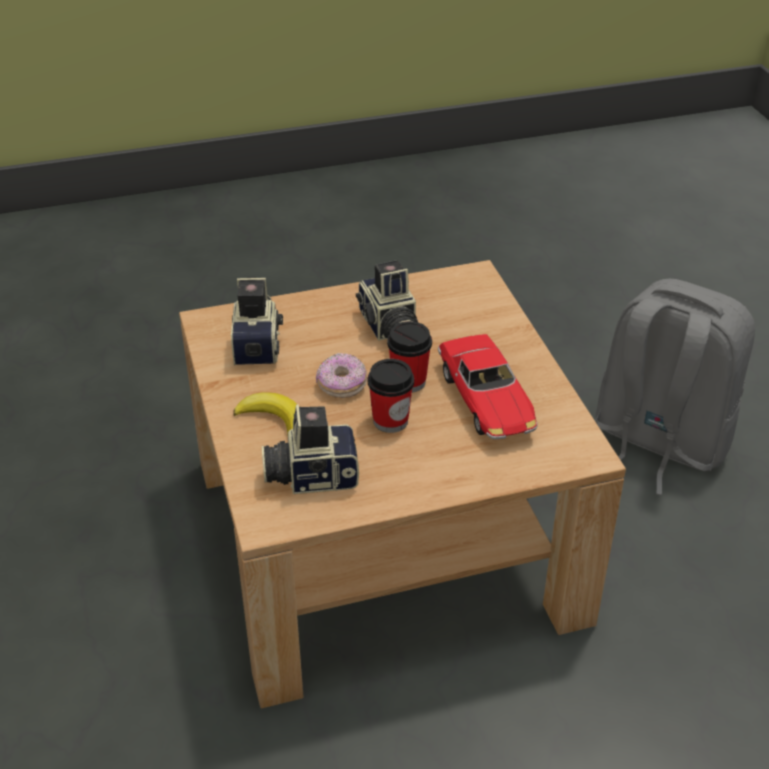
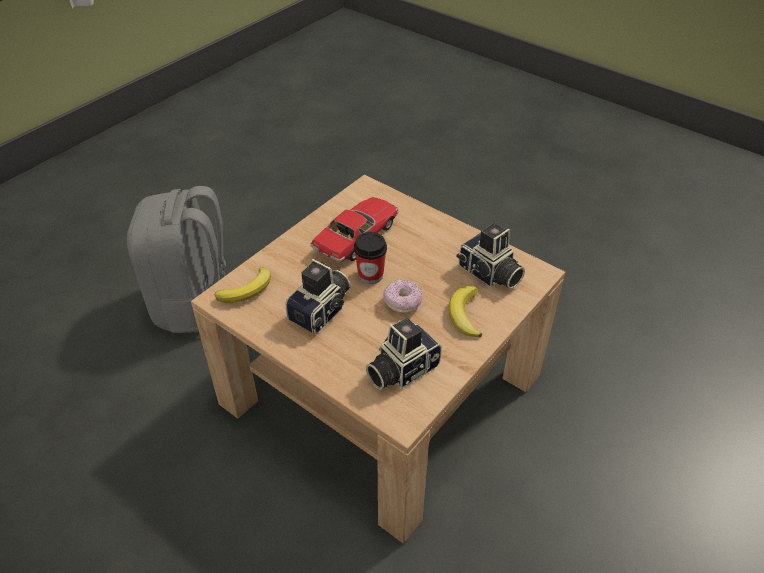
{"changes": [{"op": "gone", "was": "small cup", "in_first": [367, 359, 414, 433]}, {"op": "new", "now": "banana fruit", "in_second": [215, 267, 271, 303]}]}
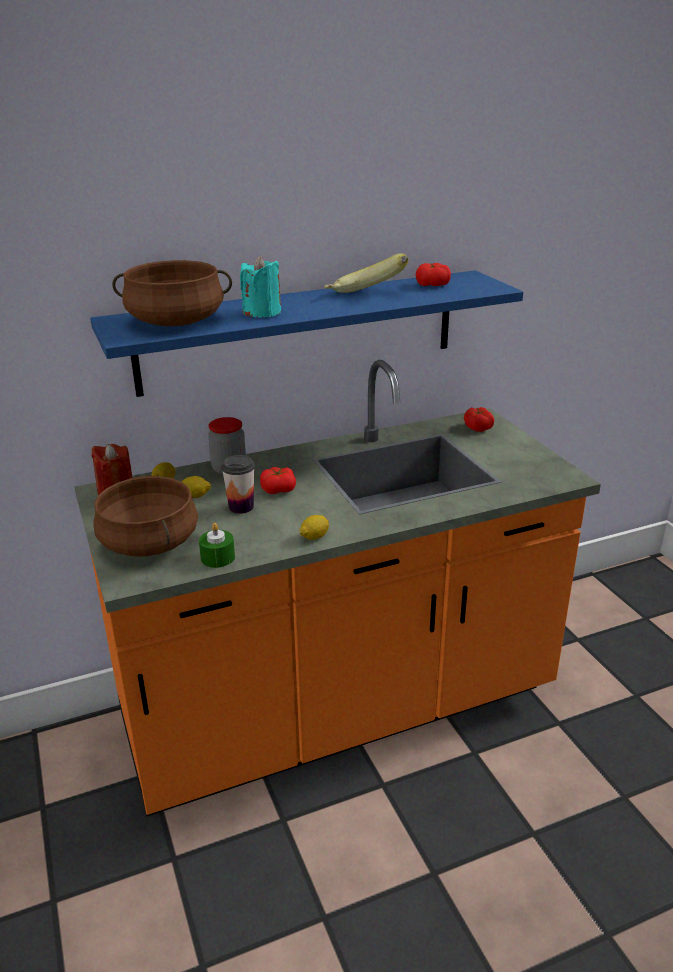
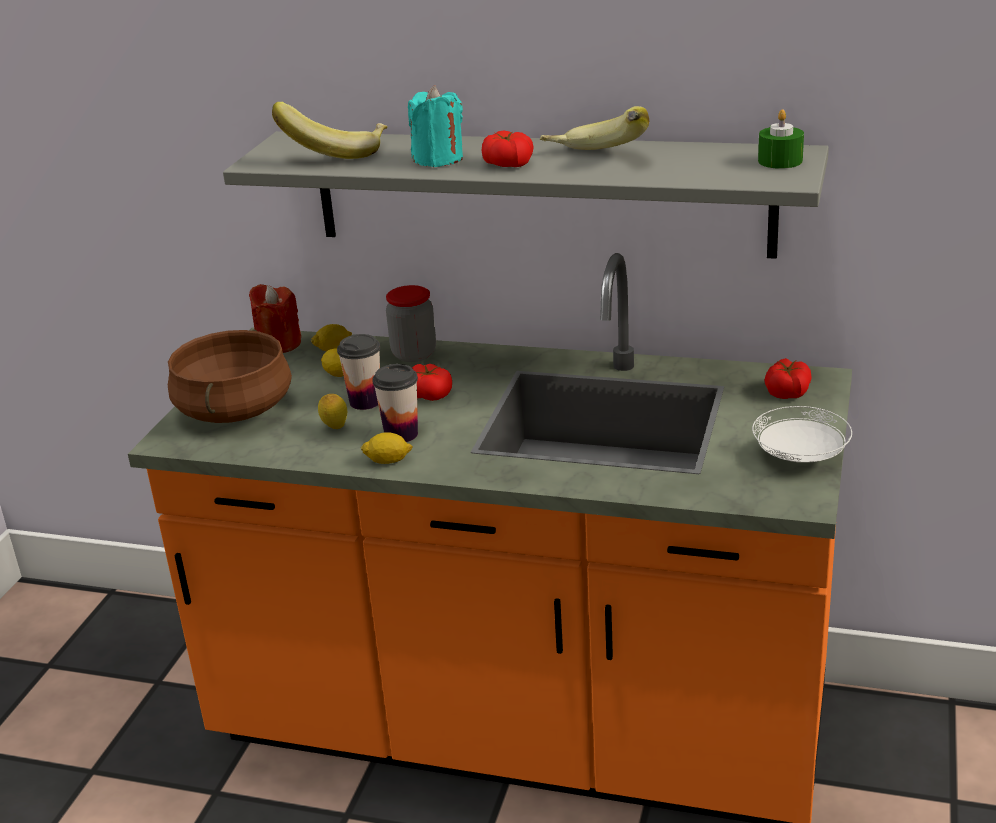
{"changes": [{"op": "repainted", "was": "bluish shelf", "now": "gray shelf", "in_first": [90, 270, 523, 397], "in_second": [223, 131, 829, 259]}, {"op": "swapped", "was": "brown cooking pot", "now": "banana fruit", "in_first": [112, 260, 232, 326], "in_second": [272, 102, 388, 159]}, {"op": "shifted", "was": "greenish candle", "in_first": [199, 523, 235, 568], "in_second": [758, 109, 804, 169]}, {"op": "shifted", "was": "fresh tomato", "in_first": [416, 263, 451, 286], "in_second": [482, 131, 534, 167]}, {"op": "new", "now": "lemon", "in_second": [318, 394, 347, 429]}, {"op": "new", "now": "small cup", "in_second": [372, 364, 418, 442]}, {"op": "new", "now": "white flat dish", "in_second": [752, 406, 852, 463]}]}
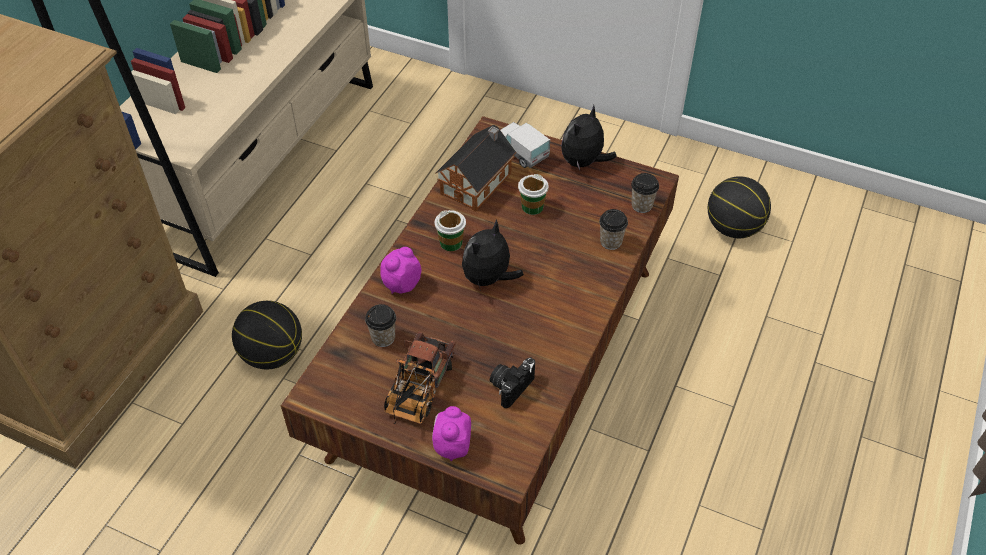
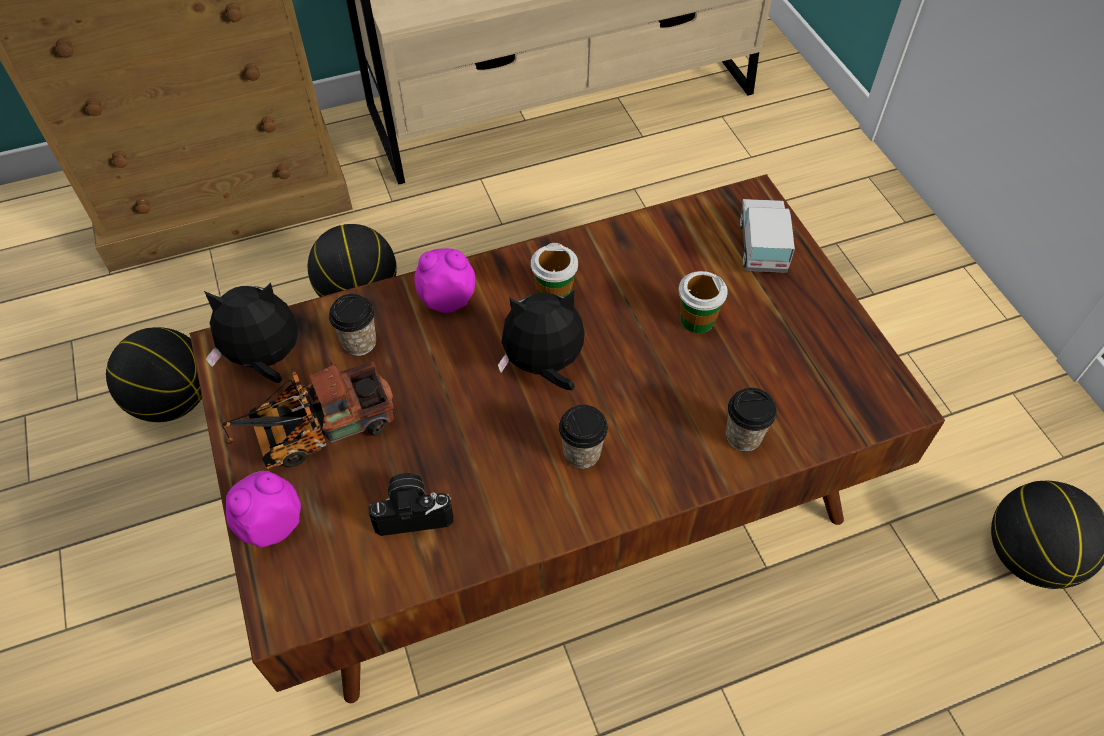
{"changes": [{"op": "gone", "was": "miniature house", "in_first": [435, 125, 516, 211]}, {"op": "shifted", "was": "plush toy", "in_first": [561, 105, 617, 170], "in_second": [204, 283, 298, 383]}, {"op": "shifted", "was": "small cup", "in_first": [631, 173, 659, 213], "in_second": [559, 405, 608, 469]}, {"op": "new", "now": "basketball", "in_second": [106, 327, 202, 422]}]}
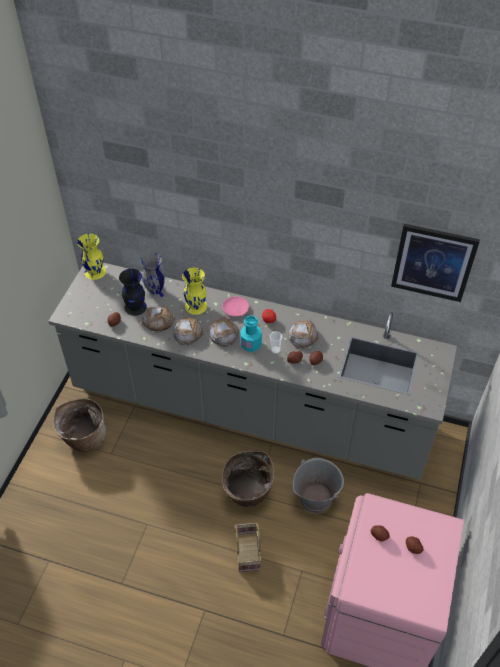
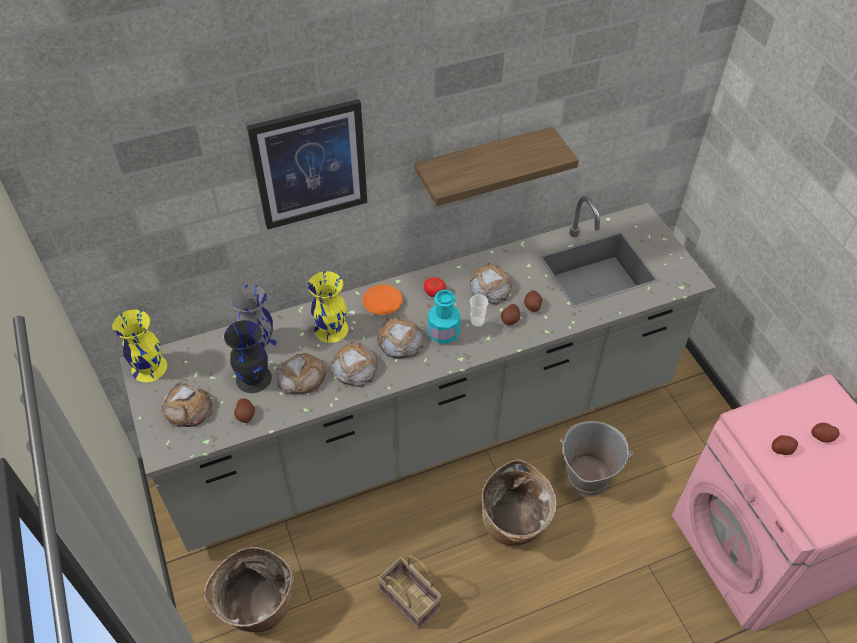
{"changes": [{"op": "repainted", "was": "pink-coloured flat dish", "now": "orange flat dish", "in_first": [222, 296, 249, 317], "in_second": [362, 285, 403, 315]}, {"op": "shifted", "was": "household basket", "in_first": [235, 523, 261, 572], "in_second": [378, 555, 442, 629]}, {"op": "shifted", "was": "wall picture", "in_first": [391, 224, 480, 302], "in_second": [247, 99, 367, 230]}, {"op": "new", "now": "bread", "in_second": [162, 381, 212, 427]}, {"op": "new", "now": "shelf", "in_second": [414, 126, 579, 206]}]}
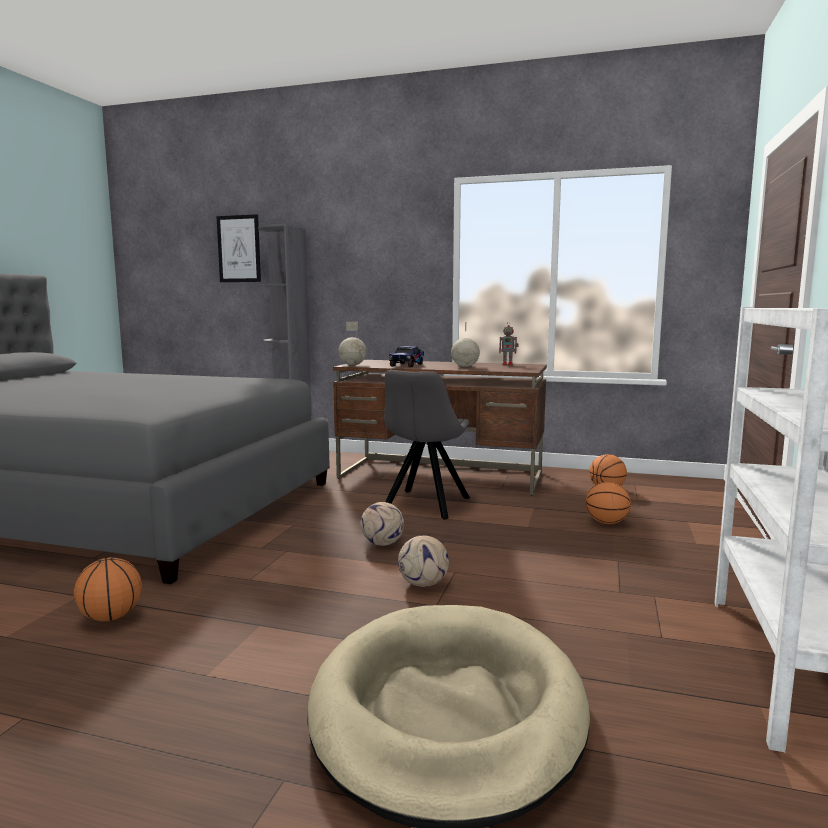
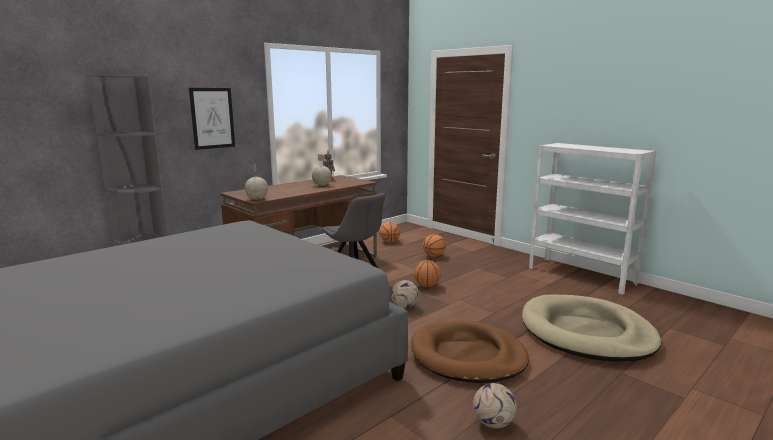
{"changes": [{"op": "shifted", "was": "basketball", "in_first": [74, 557, 142, 621], "in_second": [414, 260, 441, 287]}, {"op": "shifted", "was": "wall picture", "in_first": [216, 214, 261, 282], "in_second": [189, 88, 235, 150]}, {"op": "gone", "was": "model truck", "in_first": [389, 346, 424, 367]}, {"op": "shifted", "was": "ball for football", "in_first": [398, 535, 449, 587], "in_second": [473, 383, 517, 429]}, {"op": "new", "now": "brown dog cushion", "in_second": [411, 320, 529, 383]}]}
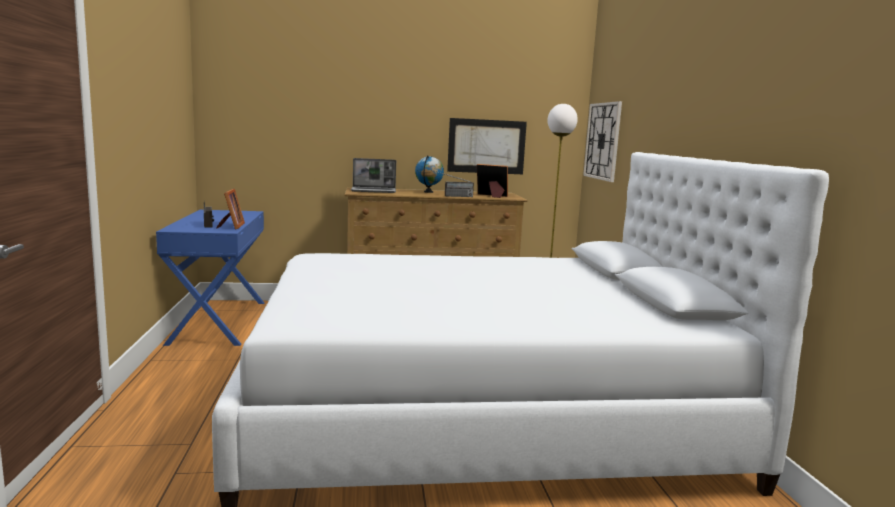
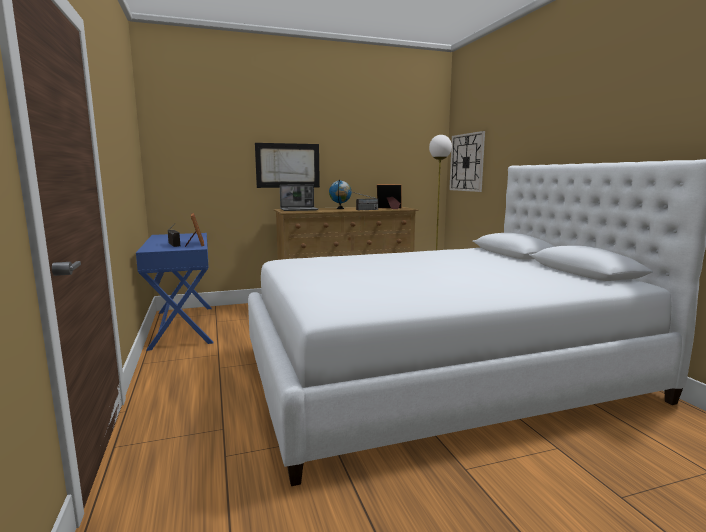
{"changes": [{"op": "shifted", "was": "wall picture", "in_first": [447, 118, 527, 174], "in_second": [255, 143, 320, 188]}]}
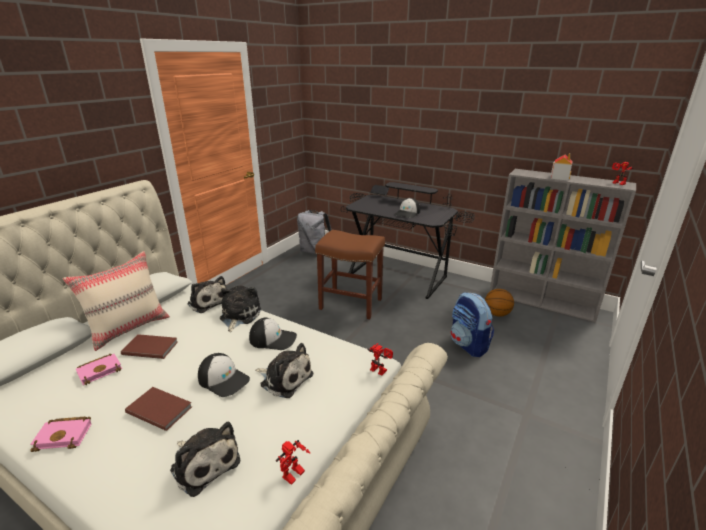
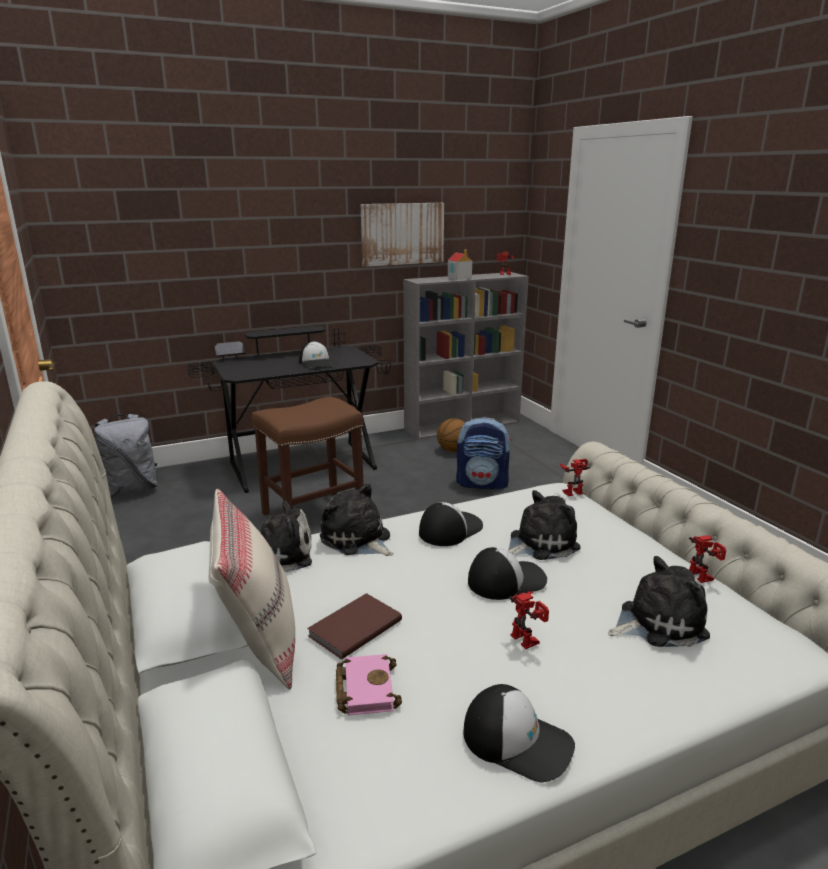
{"changes": [{"op": "swapped", "was": "pink-coloured volume", "now": "cap", "in_first": [30, 417, 91, 452], "in_second": [463, 684, 575, 783]}, {"op": "swapped", "was": "brown volume", "now": "toy robot", "in_first": [125, 387, 192, 431], "in_second": [509, 591, 549, 649]}, {"op": "new", "now": "wall picture", "in_second": [361, 203, 444, 267]}]}
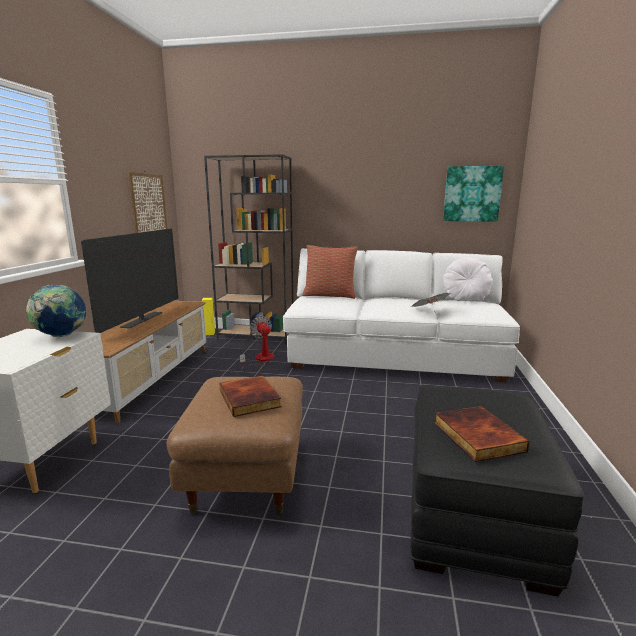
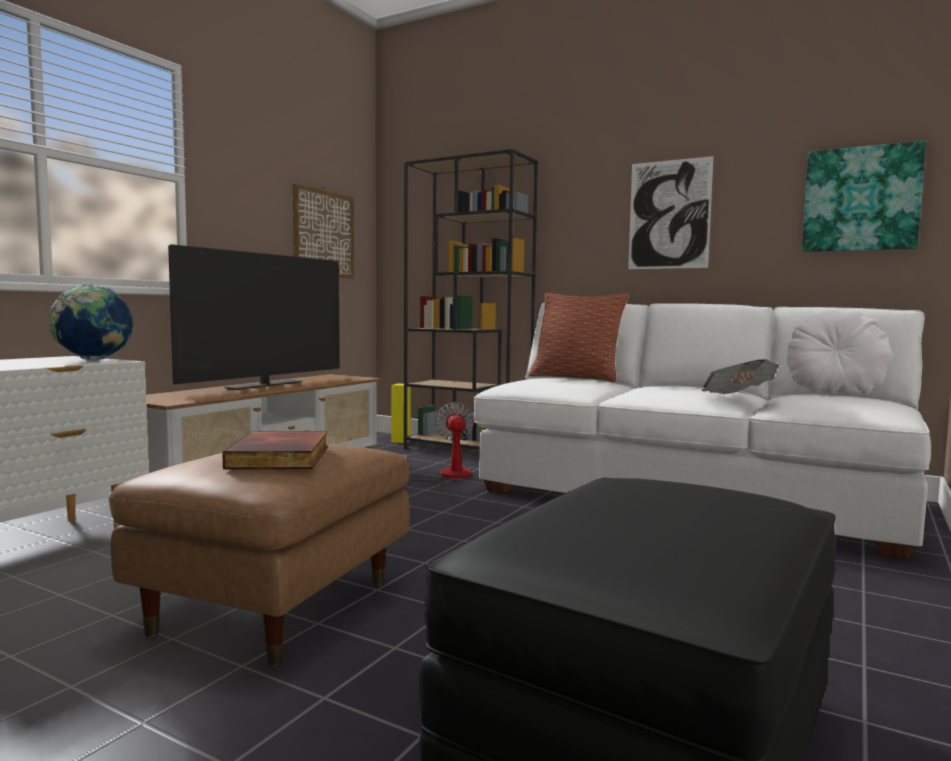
{"changes": [{"op": "gone", "was": "volume", "in_first": [434, 406, 530, 462]}, {"op": "new", "now": "wall picture", "in_second": [628, 156, 714, 269]}]}
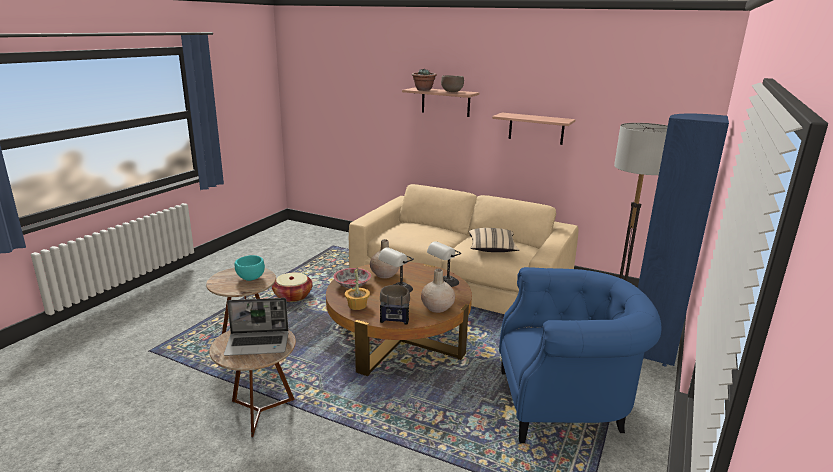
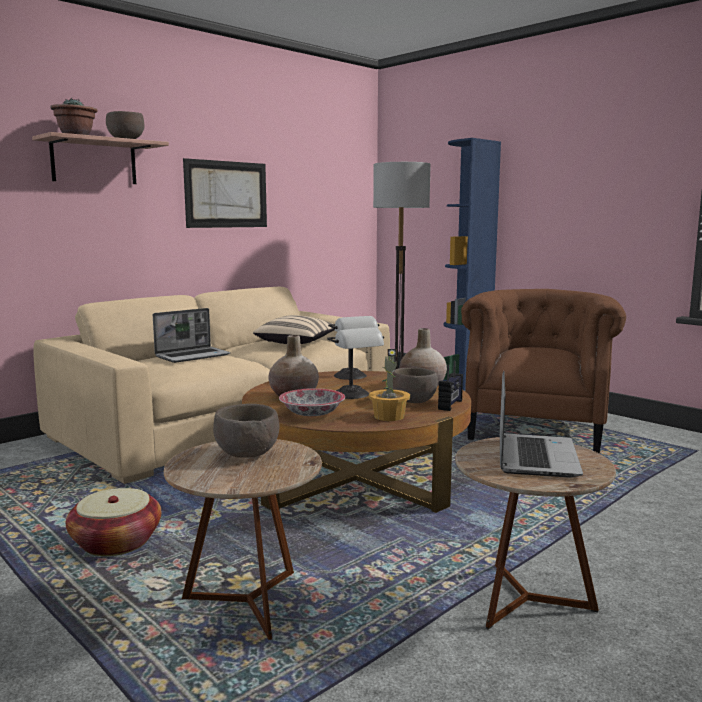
{"changes": [{"op": "repainted", "was": "turquoise-coloured serving bowl", "now": "brown serving bowl", "in_first": [234, 255, 265, 281], "in_second": [213, 404, 280, 458]}, {"op": "swapped", "was": "shelf", "now": "wall picture", "in_first": [492, 113, 576, 145], "in_second": [183, 158, 267, 228]}, {"op": "repainted", "was": "bluish easy chair", "now": "brown easy chair", "in_first": [499, 267, 661, 443], "in_second": [461, 289, 626, 453]}, {"op": "new", "now": "laptop", "in_second": [153, 308, 230, 363]}]}
